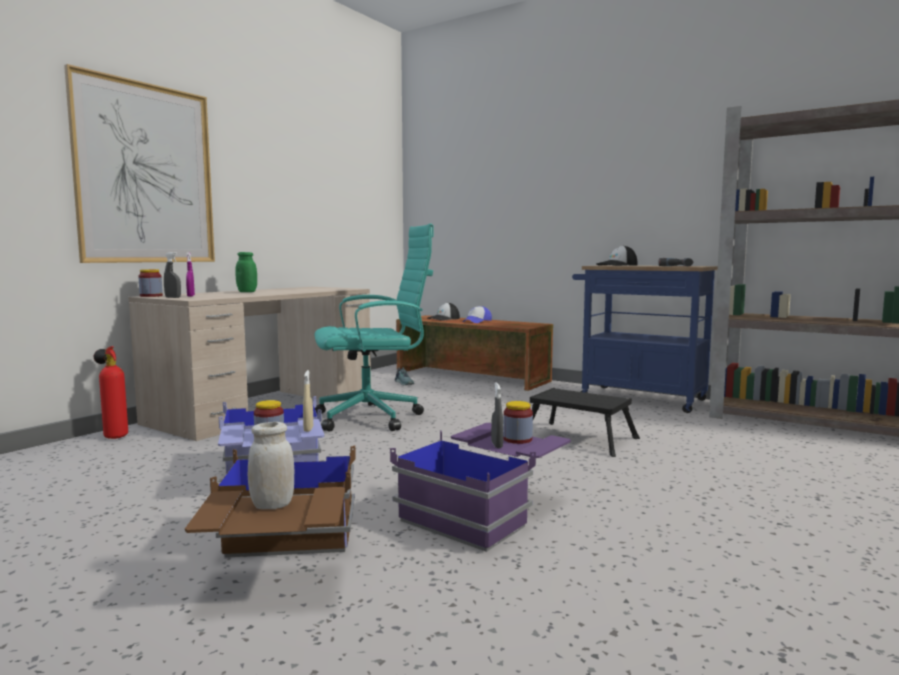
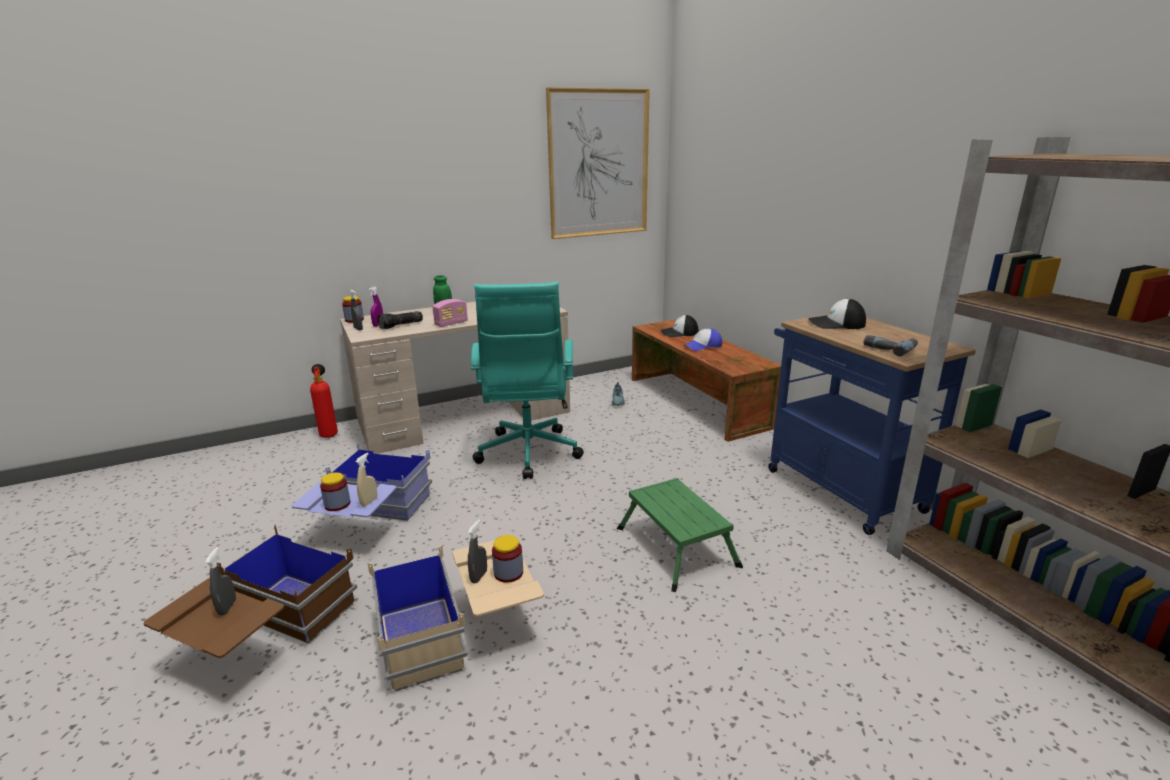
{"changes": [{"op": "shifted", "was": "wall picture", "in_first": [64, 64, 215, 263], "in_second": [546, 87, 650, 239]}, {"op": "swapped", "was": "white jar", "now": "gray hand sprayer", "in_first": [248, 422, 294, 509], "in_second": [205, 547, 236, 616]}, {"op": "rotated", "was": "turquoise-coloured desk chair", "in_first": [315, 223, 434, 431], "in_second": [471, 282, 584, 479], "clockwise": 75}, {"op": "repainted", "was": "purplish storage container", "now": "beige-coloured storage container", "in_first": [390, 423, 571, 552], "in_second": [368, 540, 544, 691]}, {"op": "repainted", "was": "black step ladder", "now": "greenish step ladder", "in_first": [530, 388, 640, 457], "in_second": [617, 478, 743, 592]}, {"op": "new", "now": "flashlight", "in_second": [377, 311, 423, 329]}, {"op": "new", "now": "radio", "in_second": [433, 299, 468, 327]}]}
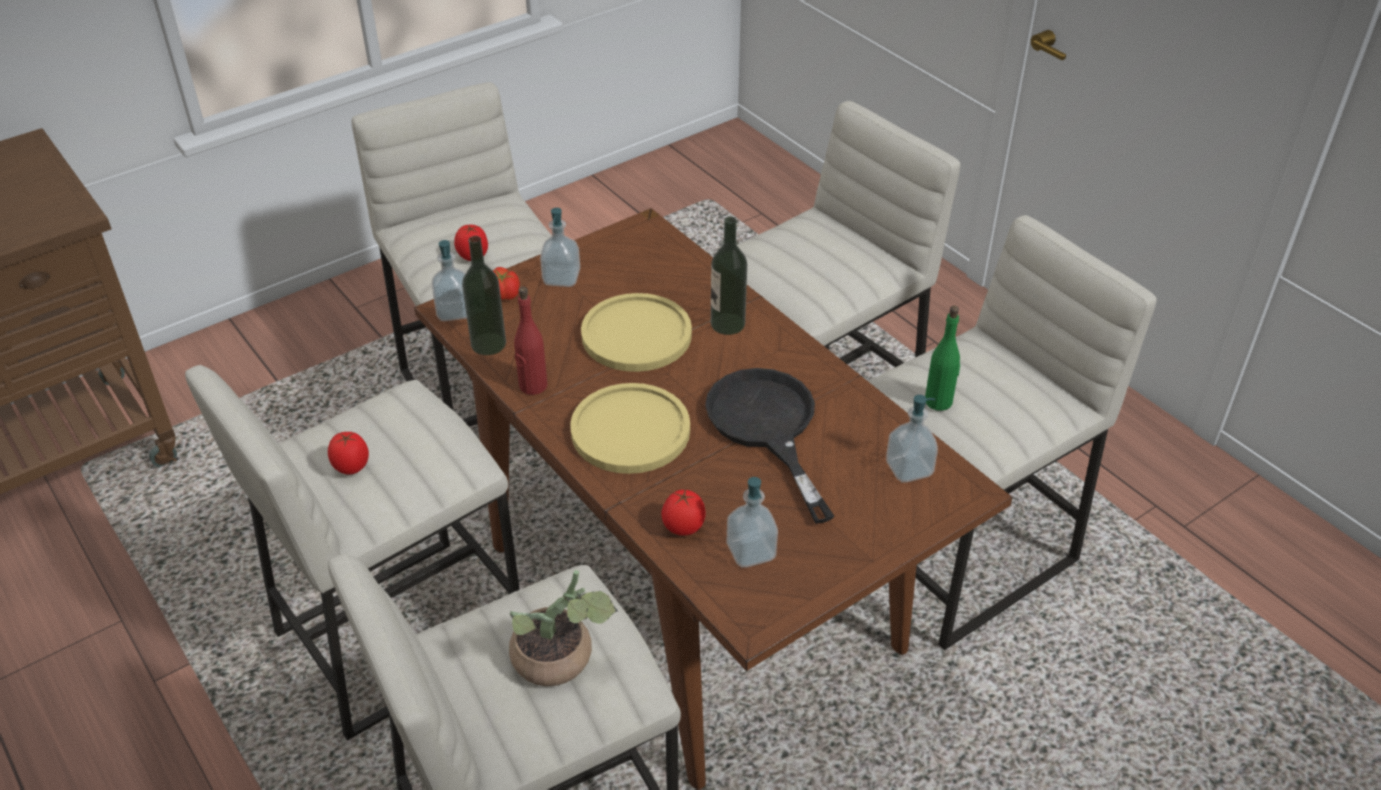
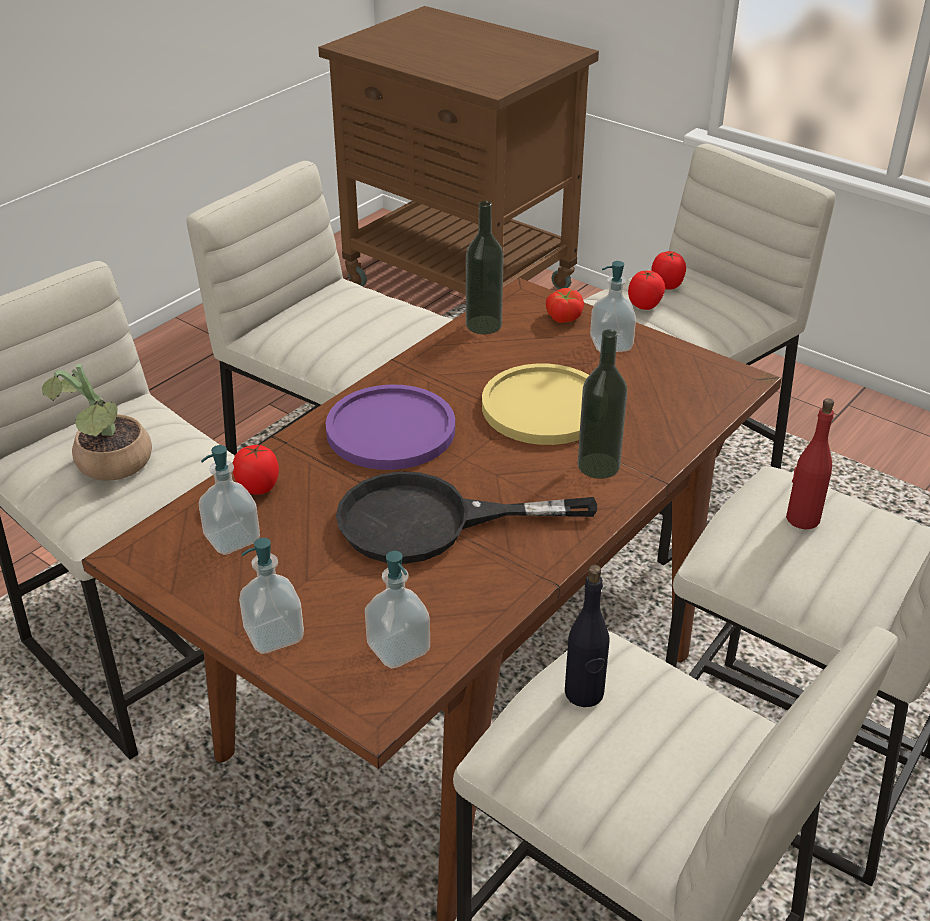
{"changes": [{"op": "shifted", "was": "fresh tomato", "in_first": [328, 432, 369, 475], "in_second": [651, 251, 686, 290]}, {"op": "shifted", "was": "soap dispenser", "in_first": [432, 240, 467, 321], "in_second": [239, 538, 304, 654]}, {"op": "shifted", "was": "red-coloured beverage bottle", "in_first": [514, 287, 548, 395], "in_second": [786, 398, 834, 529]}, {"op": "repainted", "was": "yellowish flat dish", "now": "purplish flat dish", "in_first": [570, 383, 690, 474], "in_second": [326, 385, 455, 470]}, {"op": "rotated", "was": "black pan", "in_first": [705, 368, 834, 524], "in_second": [336, 471, 597, 564], "clockwise": -150}, {"op": "repainted", "was": "greenish beverage bottle", "now": "black beverage bottle", "in_first": [925, 306, 960, 411], "in_second": [565, 565, 609, 707]}]}
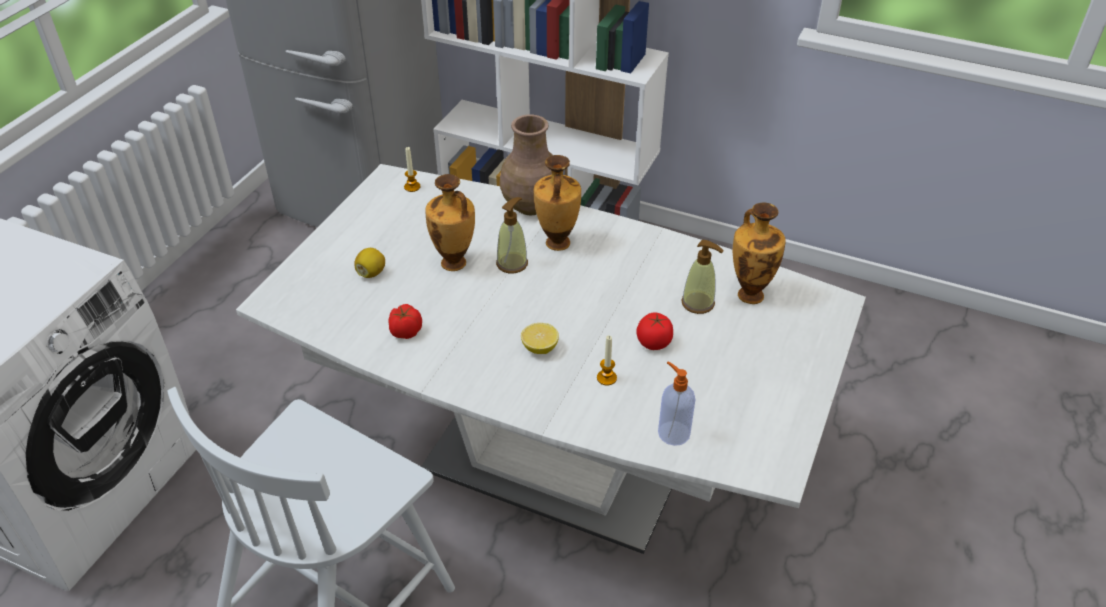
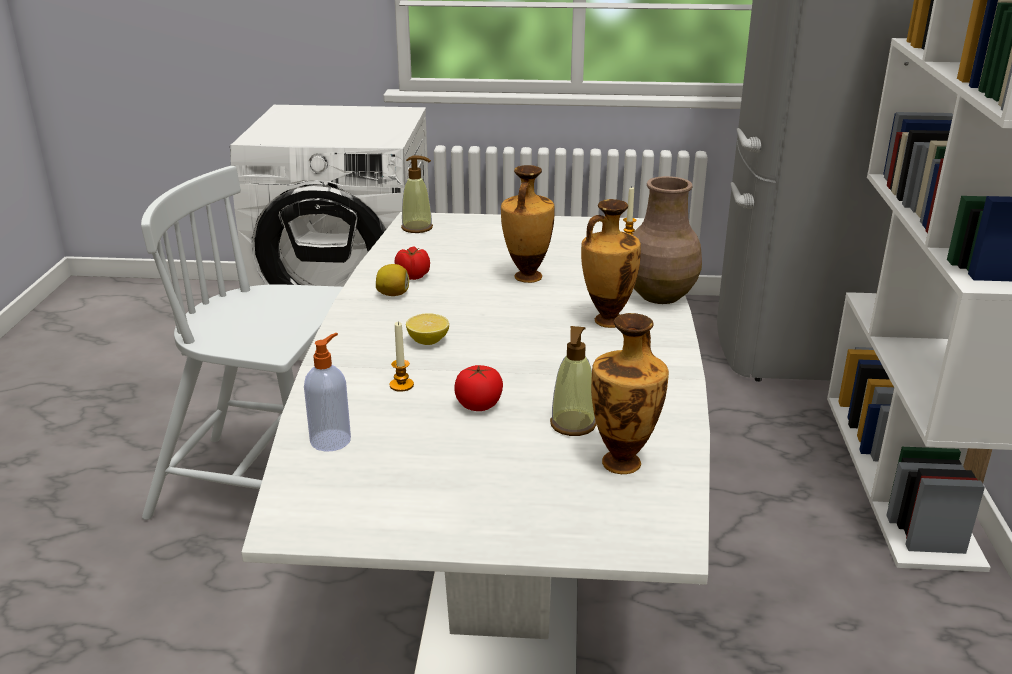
{"changes": [{"op": "shifted", "was": "lemon", "in_first": [355, 248, 385, 278], "in_second": [376, 264, 409, 296]}, {"op": "shifted", "was": "soap dispenser", "in_first": [496, 197, 528, 273], "in_second": [401, 155, 433, 233]}]}
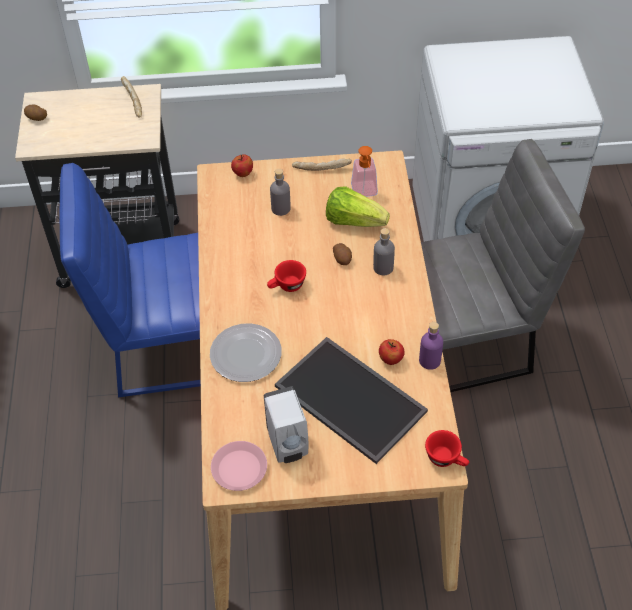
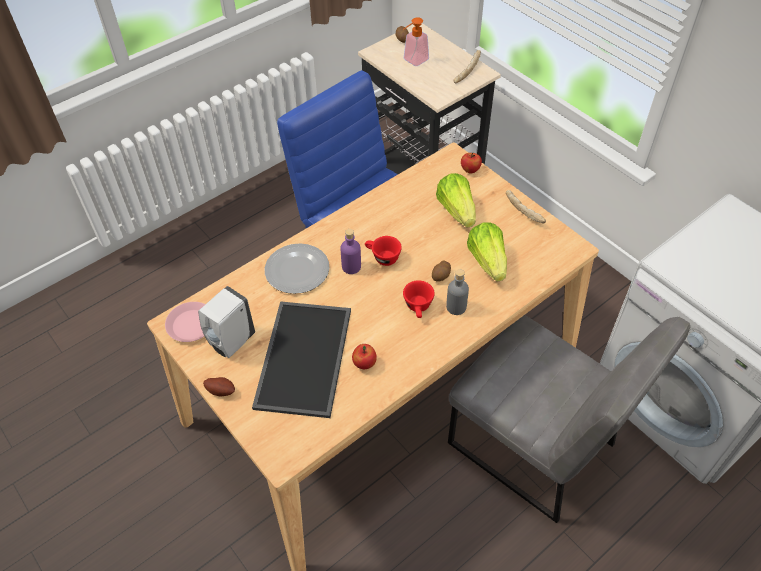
{"changes": [{"op": "swapped", "was": "gray beverage bottle", "now": "head of lettuce", "in_first": [270, 169, 291, 216], "in_second": [436, 173, 476, 228]}, {"op": "shifted", "was": "soap dispenser", "in_first": [351, 146, 378, 197], "in_second": [403, 17, 429, 66]}, {"op": "shifted", "was": "purplish beverage bottle", "in_first": [419, 322, 443, 370], "in_second": [340, 229, 361, 274]}, {"op": "shifted", "was": "red-coloured small cup", "in_first": [425, 430, 469, 467], "in_second": [403, 280, 435, 318]}, {"op": "new", "now": "spud", "in_second": [203, 377, 235, 396]}]}
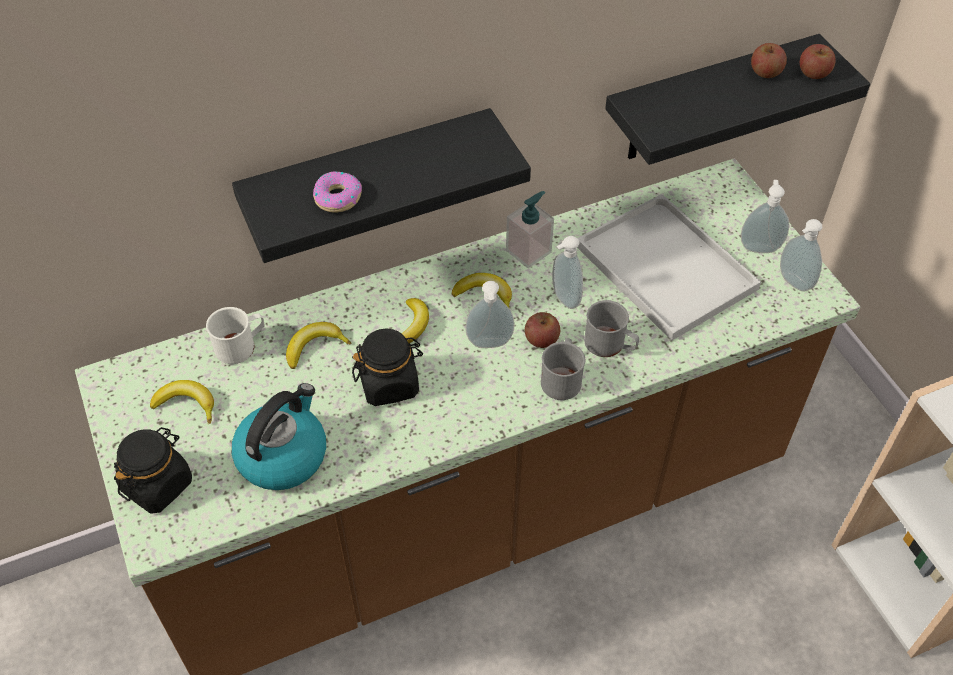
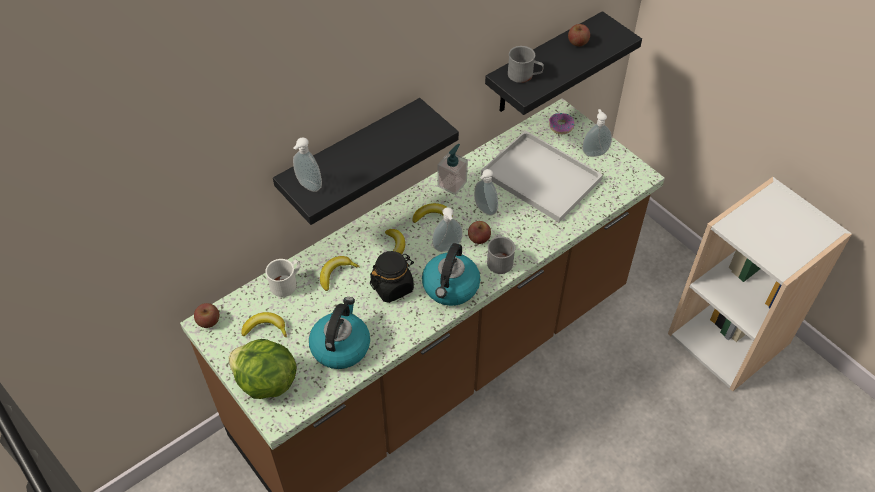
{"changes": [{"op": "swapped", "was": "black jar", "now": "head of lettuce", "in_first": [114, 427, 192, 514], "in_second": [228, 339, 297, 399]}, {"op": "shifted", "was": "donut", "in_first": [313, 171, 362, 213], "in_second": [549, 113, 574, 134]}, {"op": "shifted", "was": "gray mug", "in_first": [584, 300, 639, 357], "in_second": [508, 46, 544, 83]}, {"op": "shifted", "was": "soap dispenser", "in_first": [780, 219, 822, 292], "in_second": [293, 137, 322, 192]}, {"op": "shifted", "was": "apple", "in_first": [800, 44, 836, 79], "in_second": [194, 303, 219, 328]}, {"op": "new", "now": "kettle", "in_second": [422, 243, 480, 306]}]}
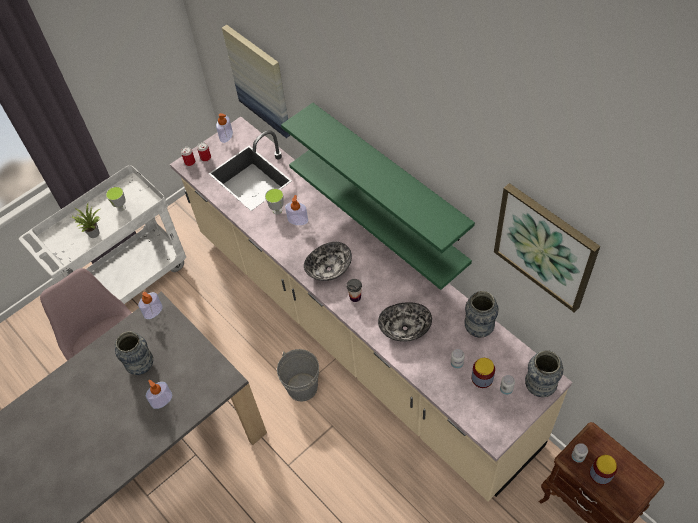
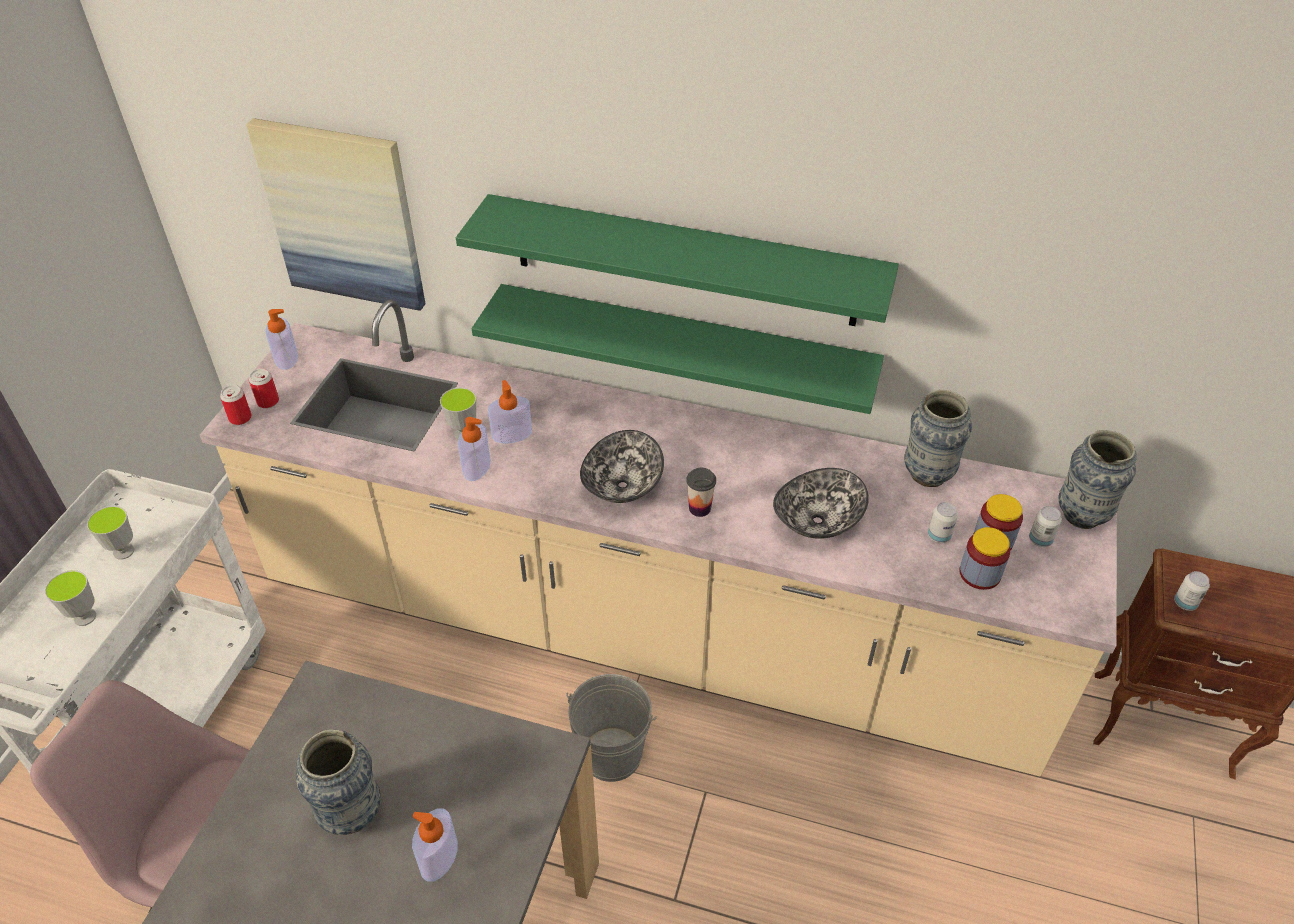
{"changes": [{"op": "swapped", "was": "plant in a pot", "now": "small cup", "in_first": [71, 204, 100, 238], "in_second": [45, 570, 96, 626]}, {"op": "shifted", "was": "soap dispenser", "in_first": [138, 292, 163, 319], "in_second": [458, 417, 491, 481]}, {"op": "gone", "was": "wall picture", "in_first": [494, 183, 600, 313]}, {"op": "shifted", "was": "jar", "in_first": [590, 455, 617, 485], "in_second": [959, 527, 1010, 590]}]}
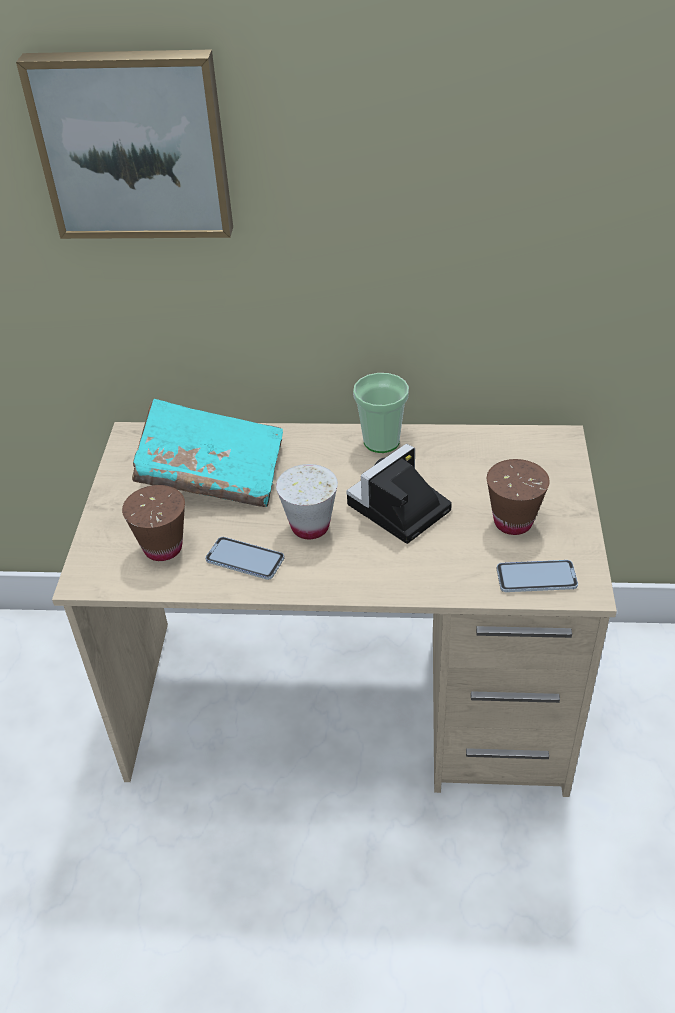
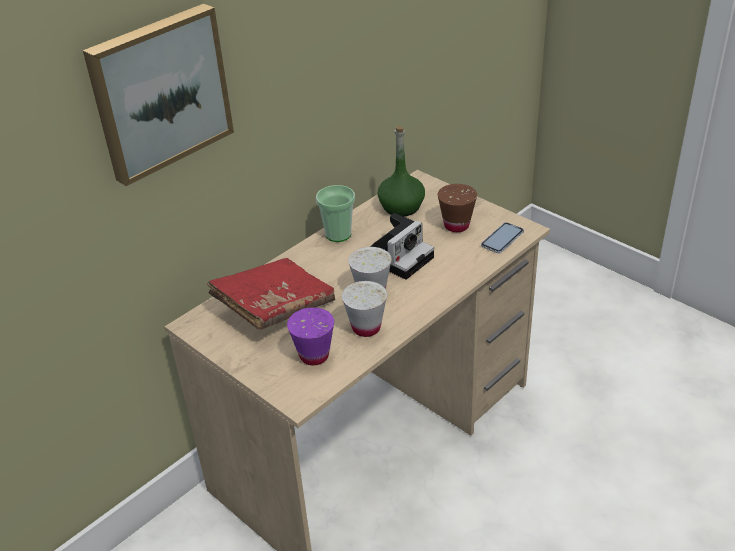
{"changes": [{"op": "repainted", "was": "brown small cup", "now": "purplish small cup", "in_first": [122, 485, 185, 561], "in_second": [287, 307, 334, 365]}, {"op": "repainted", "was": "turquoise-coloured volume", "now": "red-coloured volume", "in_first": [132, 399, 283, 507], "in_second": [207, 258, 335, 330]}, {"op": "swapped", "was": "phone", "now": "white small cup", "in_first": [205, 537, 284, 580], "in_second": [342, 281, 387, 337]}, {"op": "rotated", "was": "still camera", "in_first": [346, 444, 452, 544], "in_second": [370, 213, 434, 280], "clockwise": -135}, {"op": "new", "now": "greenish beverage bottle", "in_second": [377, 126, 425, 217]}]}
